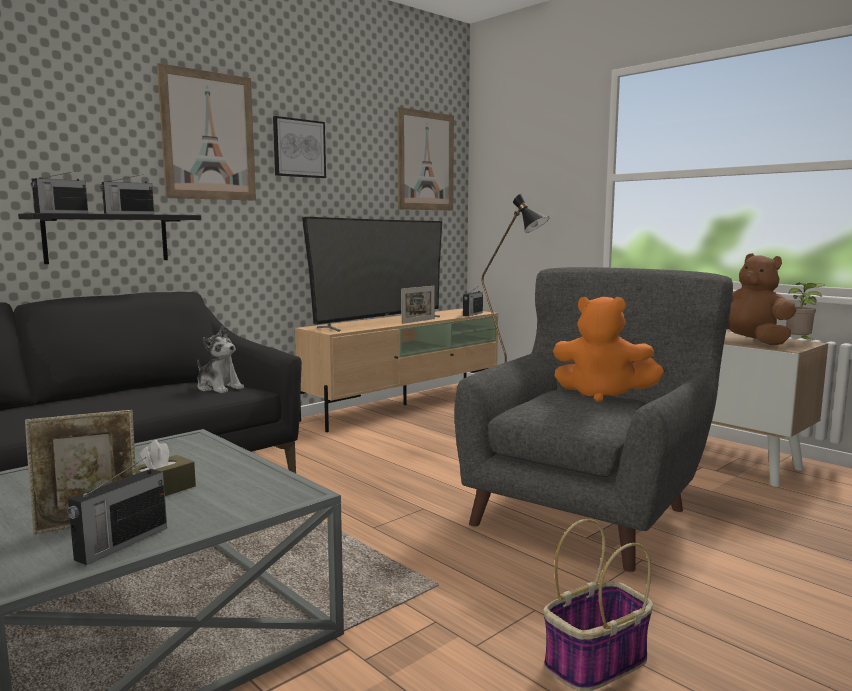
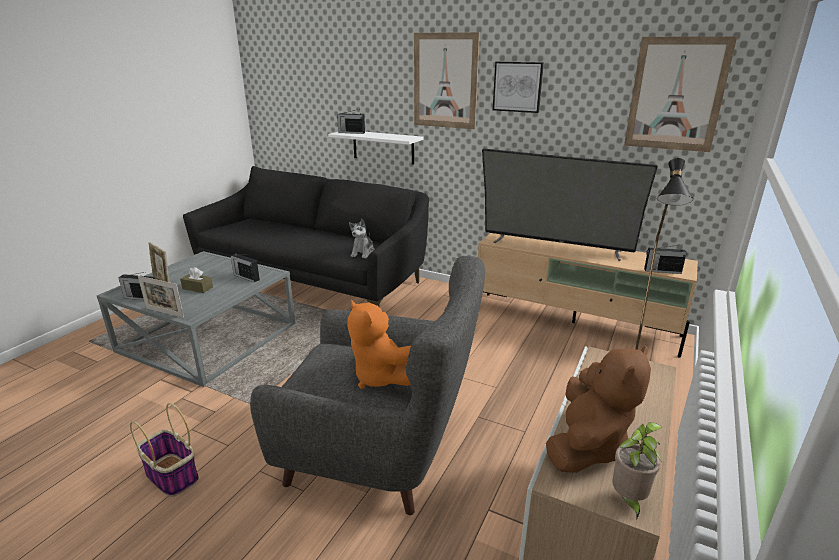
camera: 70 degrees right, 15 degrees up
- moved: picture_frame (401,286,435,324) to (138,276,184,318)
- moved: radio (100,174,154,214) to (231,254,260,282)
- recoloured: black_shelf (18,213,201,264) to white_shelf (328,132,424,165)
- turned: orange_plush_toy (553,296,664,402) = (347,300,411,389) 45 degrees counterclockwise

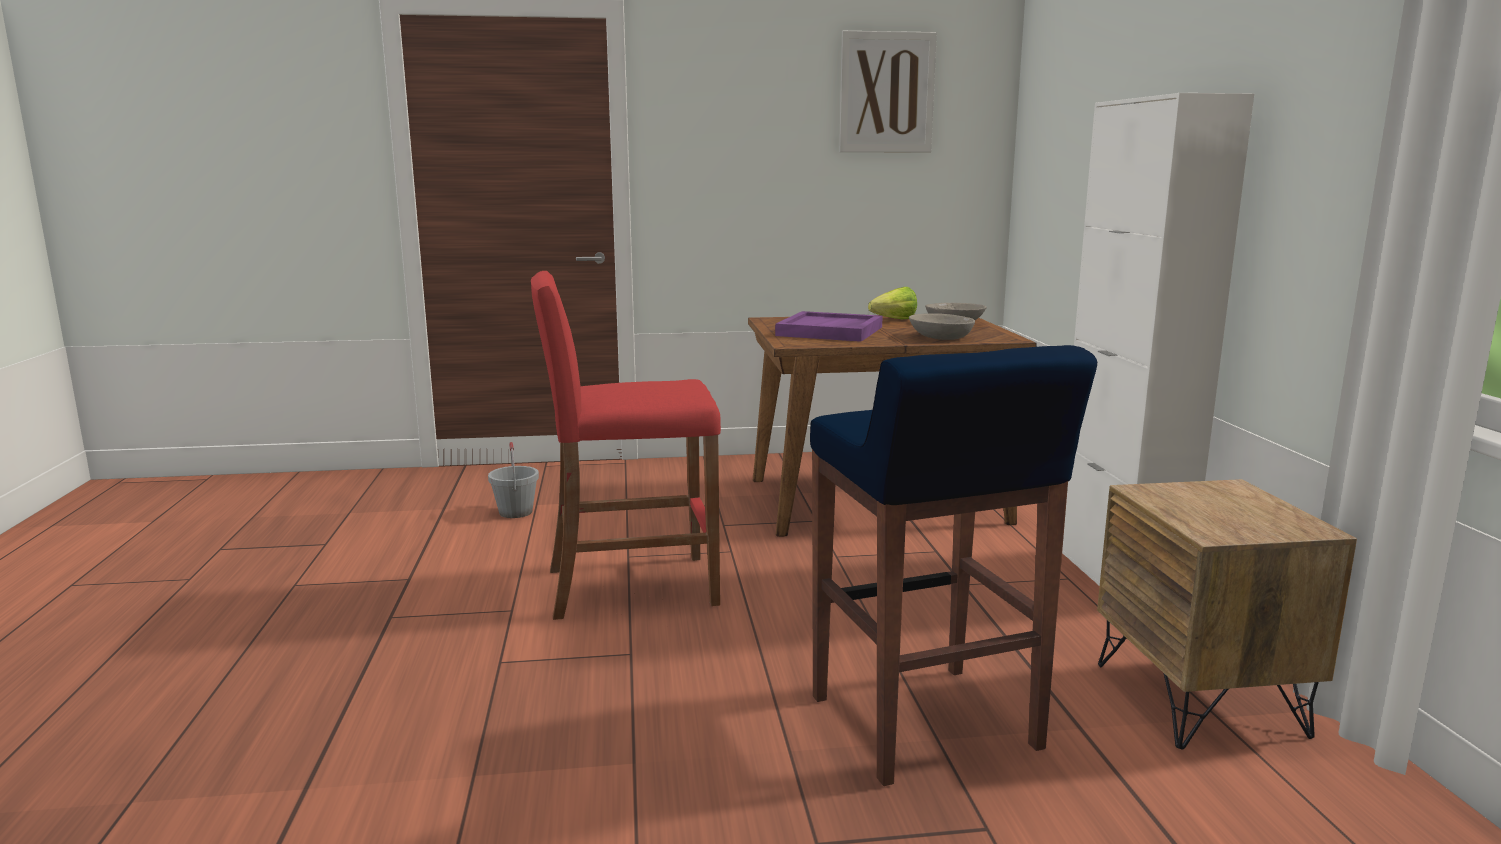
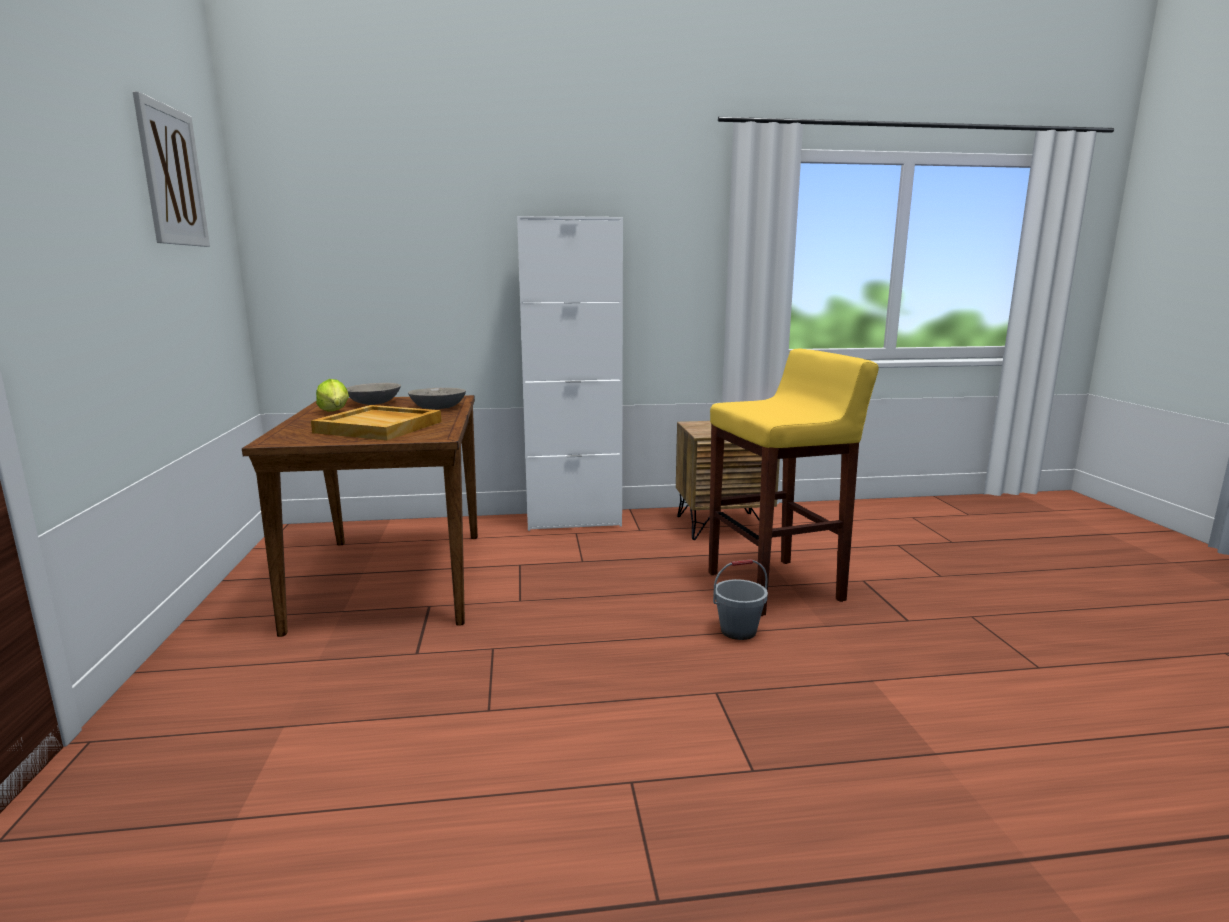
camera: 90 degrees left, 0 degrees up
- recoloured: purple_tray (775,311,883,342) to beige_tray (311,405,442,440)
- recoloured: blue_stool (810,345,1097,786) to yellow_stool (709,349,879,616)
- moved: grey_bucket (488,442,539,518) to (713,559,768,640)
- removed: red_stool (531,271,721,620)

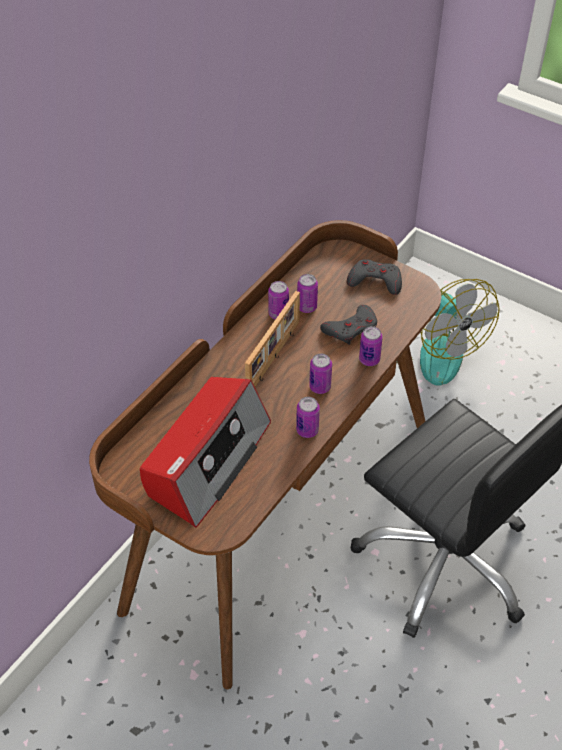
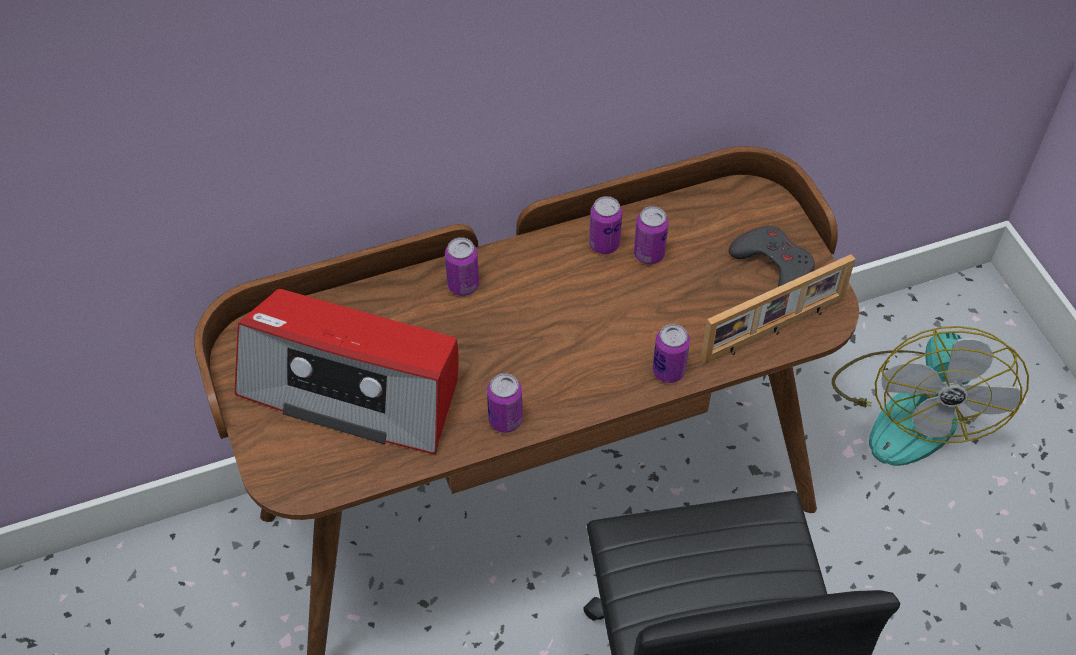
camera: 35 degrees right, 5 degrees up
- turned: radio (140,377,271,528) = (235,289,458,454) 45 degrees clockwise
- moved: can (309,354,332,394) to (445,237,479,296)
- moved: picture_frame (245,291,300,387) to (700,254,855,365)
- removed: grey_game_controller (320,305,377,345)

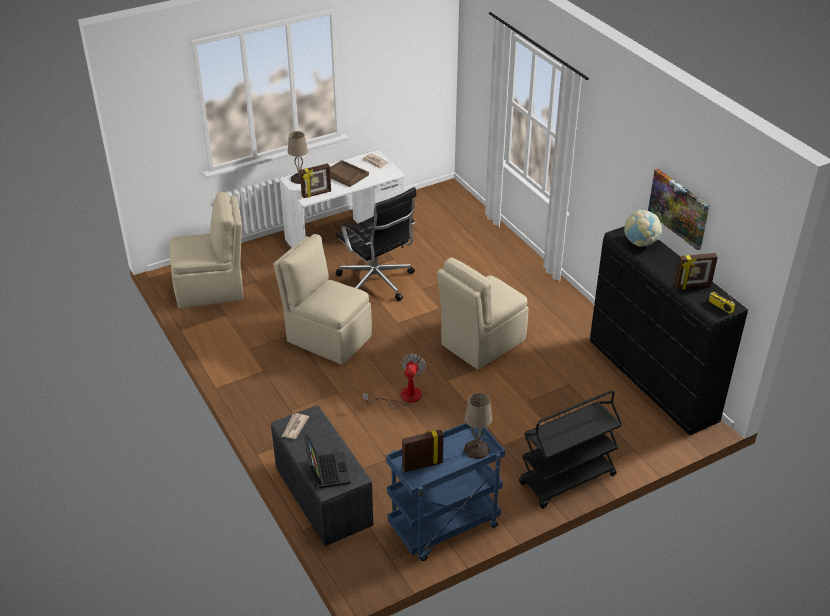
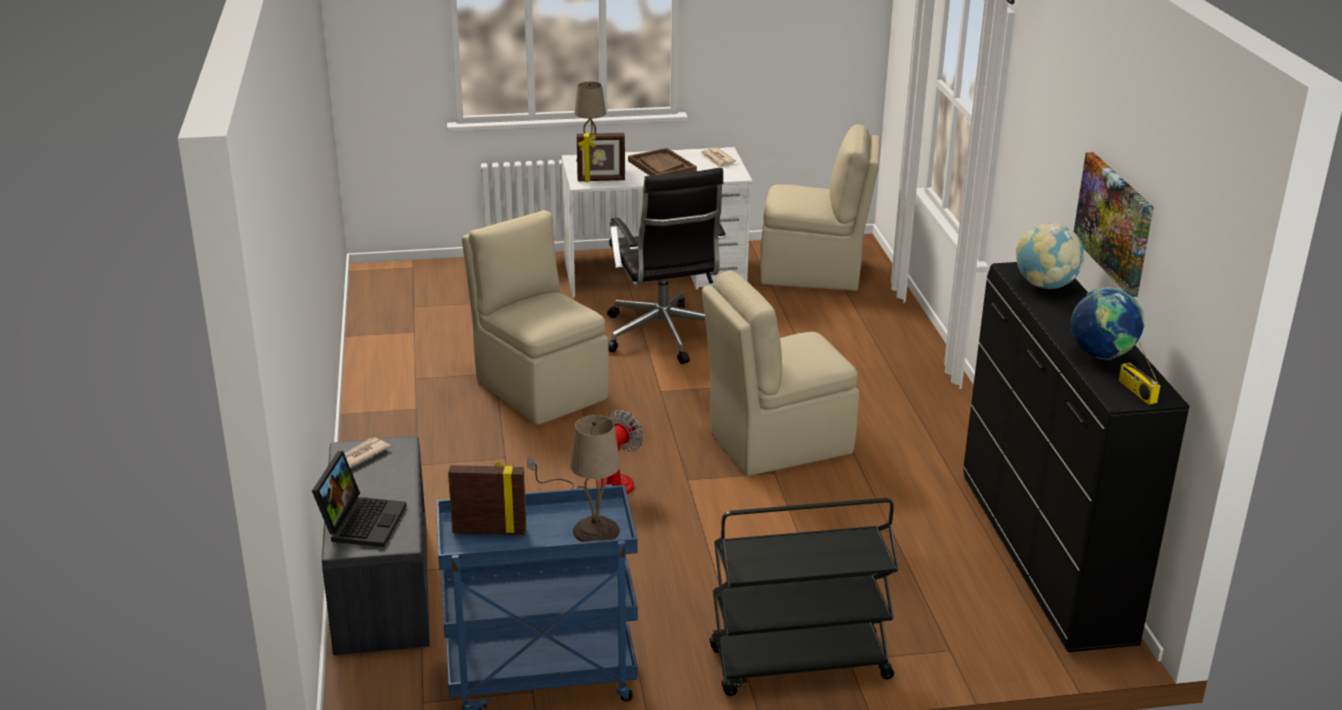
camera: 20 degrees right, 10 degrees down
- moved: beige_chair (169,192,244,308) to (760,124,880,291)
- replaced: picture_frame (674,253,718,289) to globe (1071,287,1145,360)

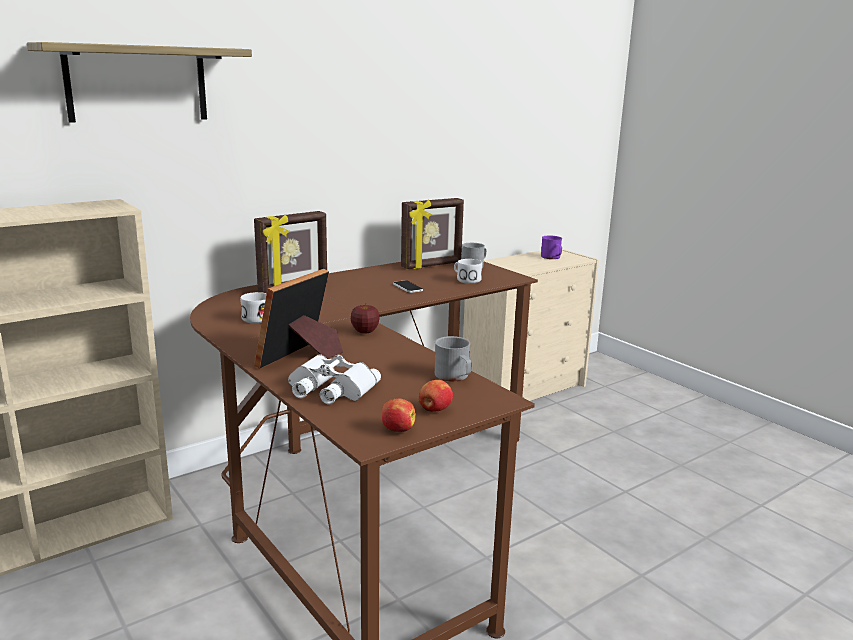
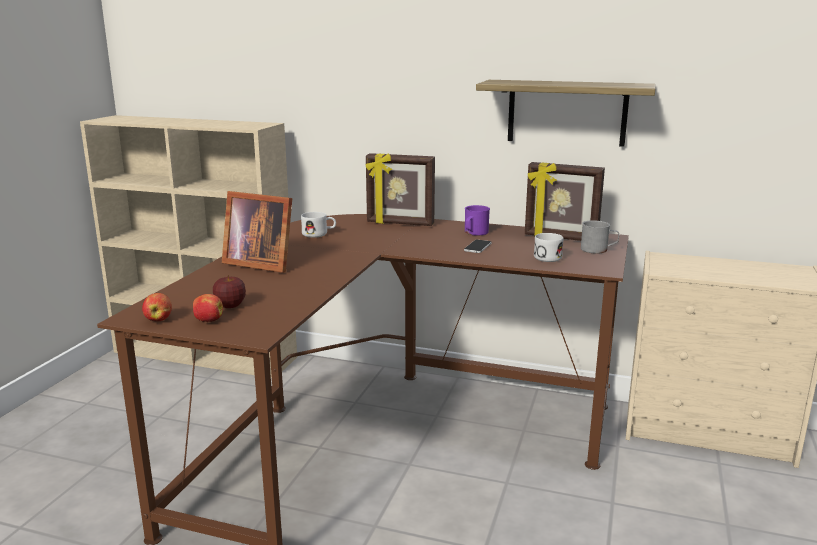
camera: 55 degrees right, 0 degrees up
- moved: apple (351,303,380,334) to (213,275,246,308)
- turned: picture_frame (254,269,343,369) = (222,191,292,273) 150 degrees counterclockwise
- moved: purple_mug (541,236,562,259) to (465,205,490,235)
- moved: shelf (27,42,252,123) to (476,80,656,147)
- removed: white_binoculars (288,354,381,405)
- removed: grey_mug (435,336,471,381)

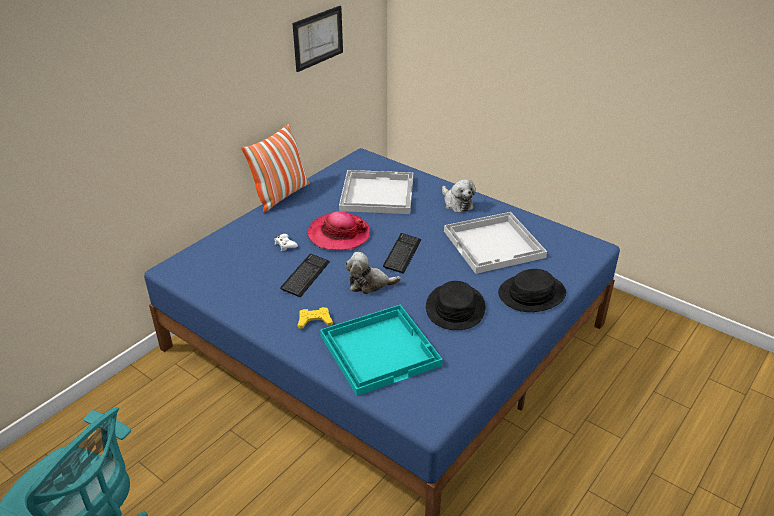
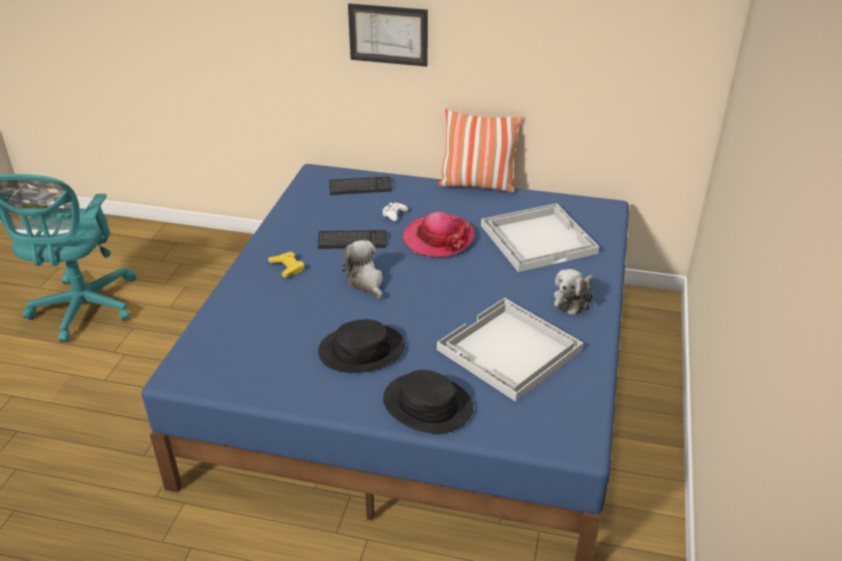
camera: 65 degrees right, 0 degrees up
- moved: keyboard (383,233,421,274) to (329,176,392,195)
- moved: picture (292,6,343,72) to (348,3,428,67)
- removed: turquoise_tray (320,304,443,396)

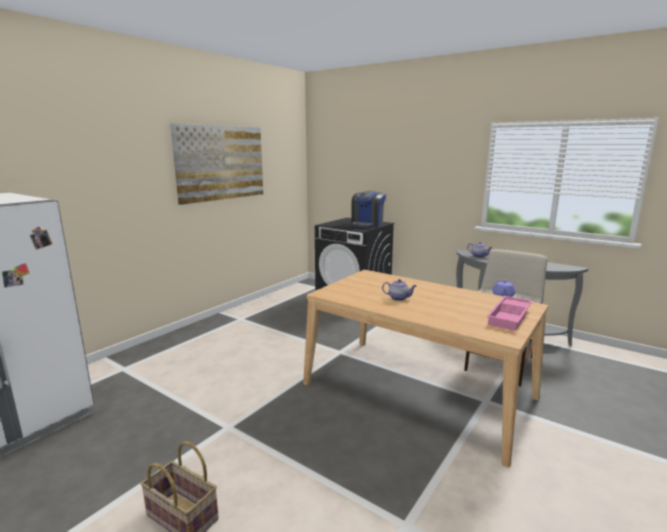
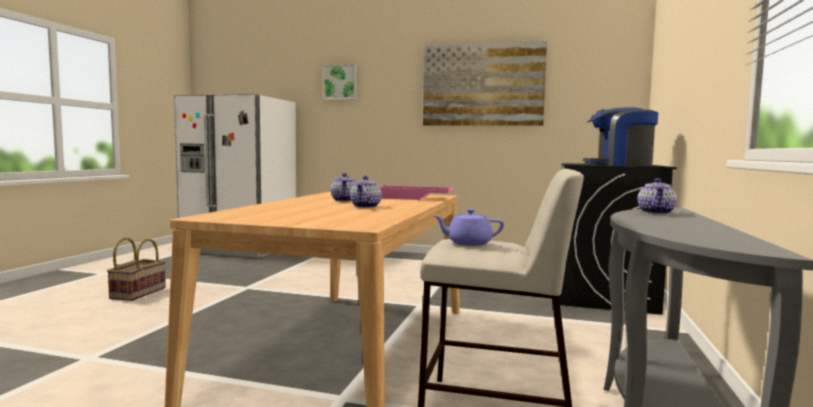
camera: 70 degrees right, 10 degrees down
- added: picture (323,64,357,100)
- added: teapot (350,176,382,208)
- moved: pink_tray (487,296,533,331) to (379,185,455,200)

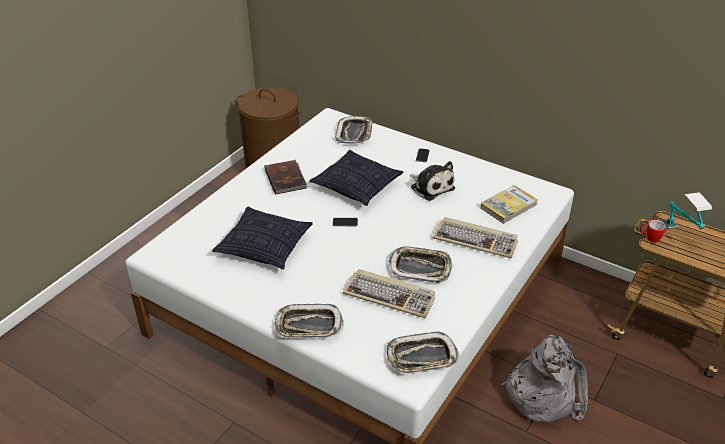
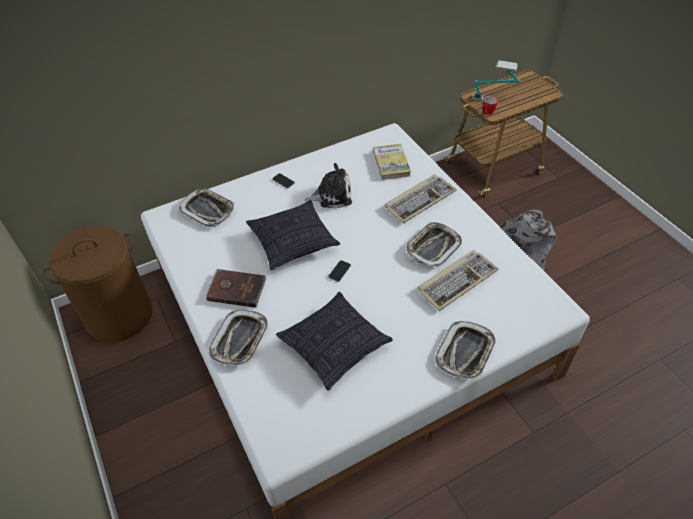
camera: 60 degrees left, 10 degrees up
- moved: tray (387,332,460,374) to (209,310,268,366)

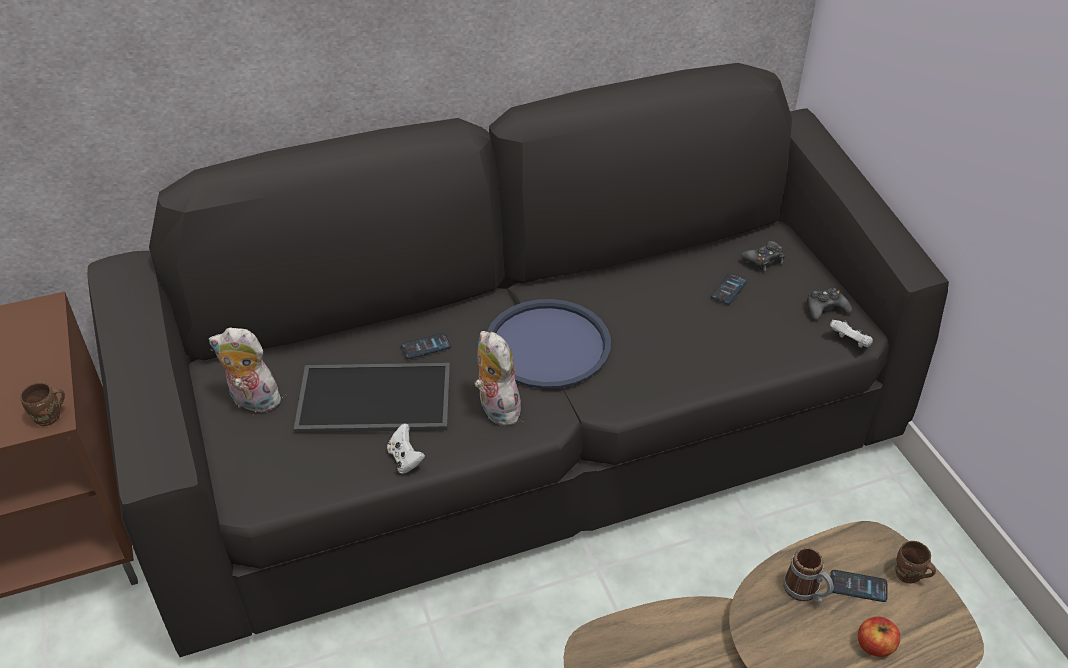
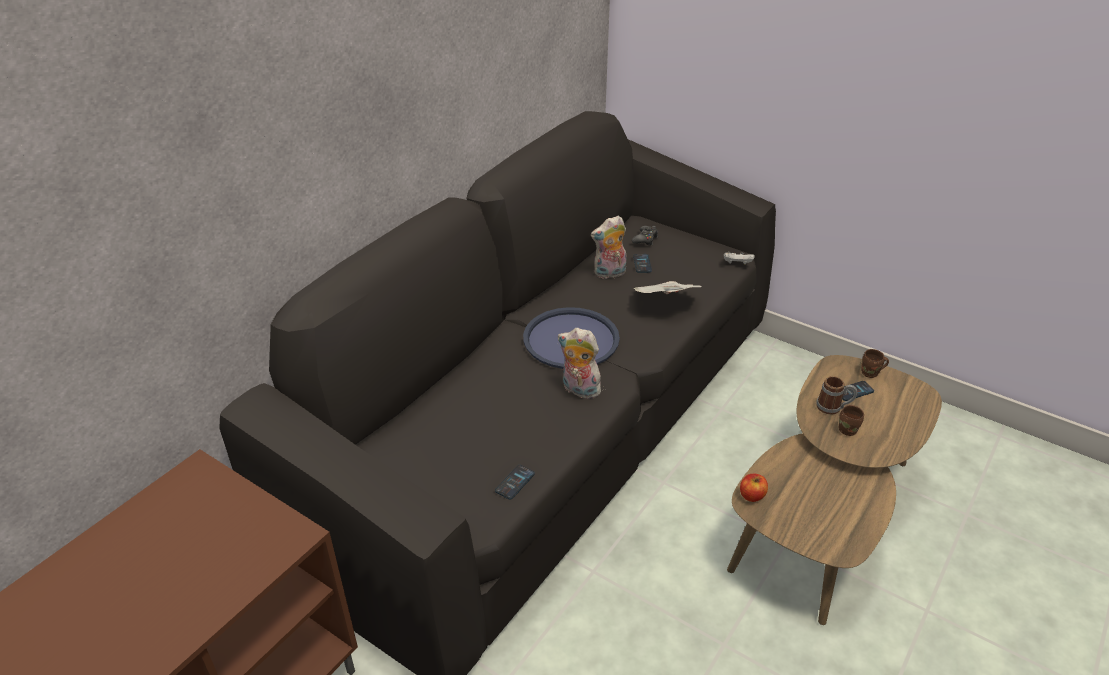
camera: 35 degrees left, 5 degrees down
- moved: phone (401,333,451,359) to (495,465,535,499)
- moved: plush_toy (209,328,284,412) to (591,216,627,279)
- added: newspaper (634,281,702,294)
- moved: apple (858,616,900,657) to (740,474,768,502)
- moved: brown_mug (20,383,65,426) to (839,405,864,436)
- removed: tray (294,363,450,433)
- removed: white_game_controller (387,424,425,474)
- removed: black_game_controller (807,288,852,320)

